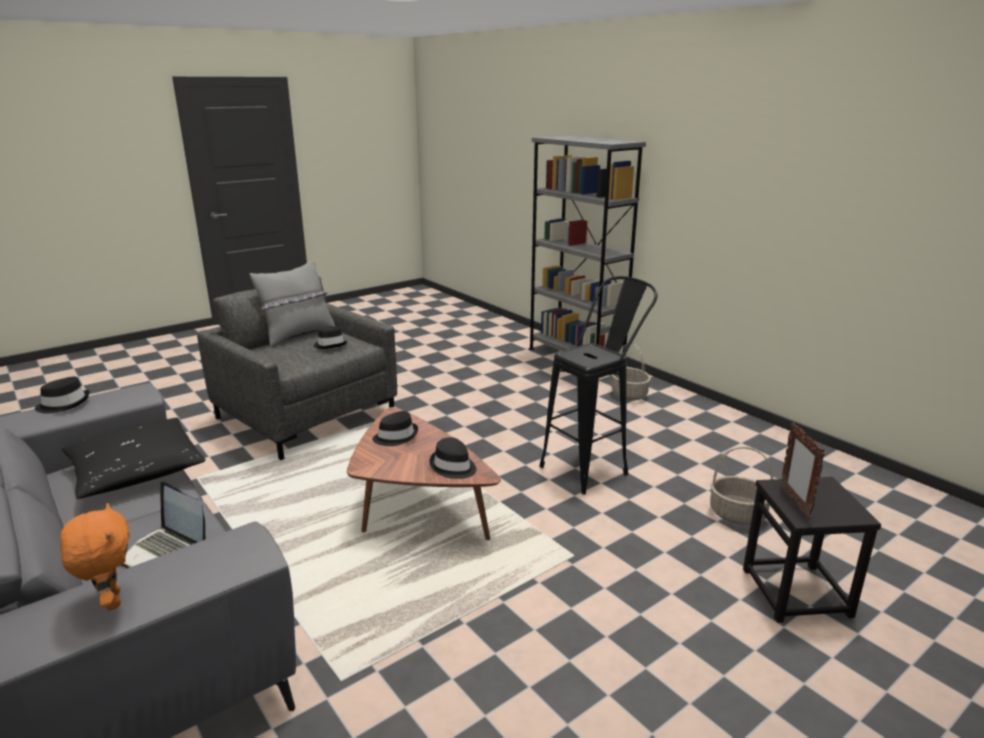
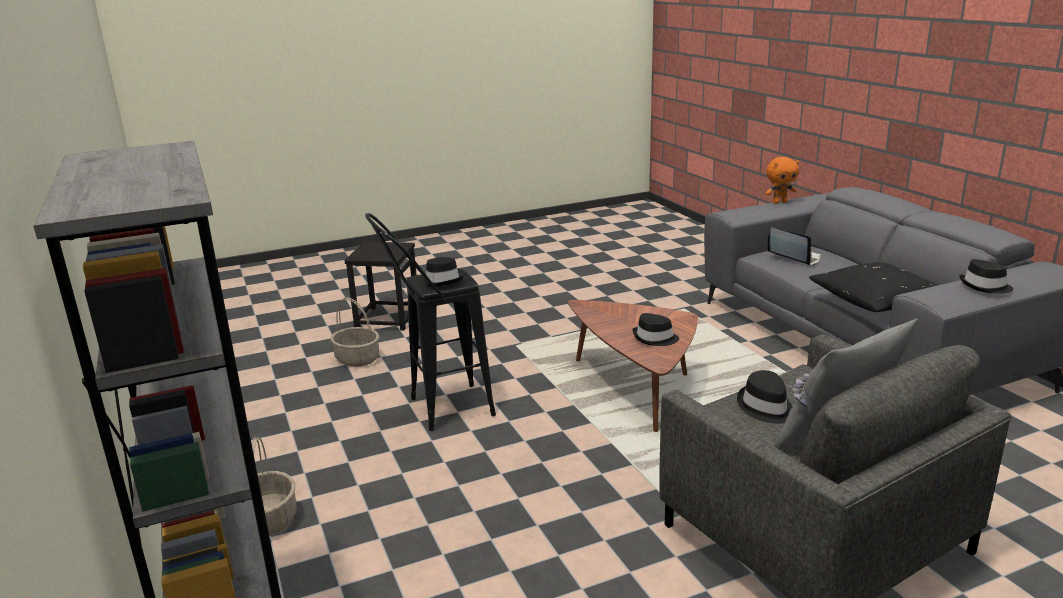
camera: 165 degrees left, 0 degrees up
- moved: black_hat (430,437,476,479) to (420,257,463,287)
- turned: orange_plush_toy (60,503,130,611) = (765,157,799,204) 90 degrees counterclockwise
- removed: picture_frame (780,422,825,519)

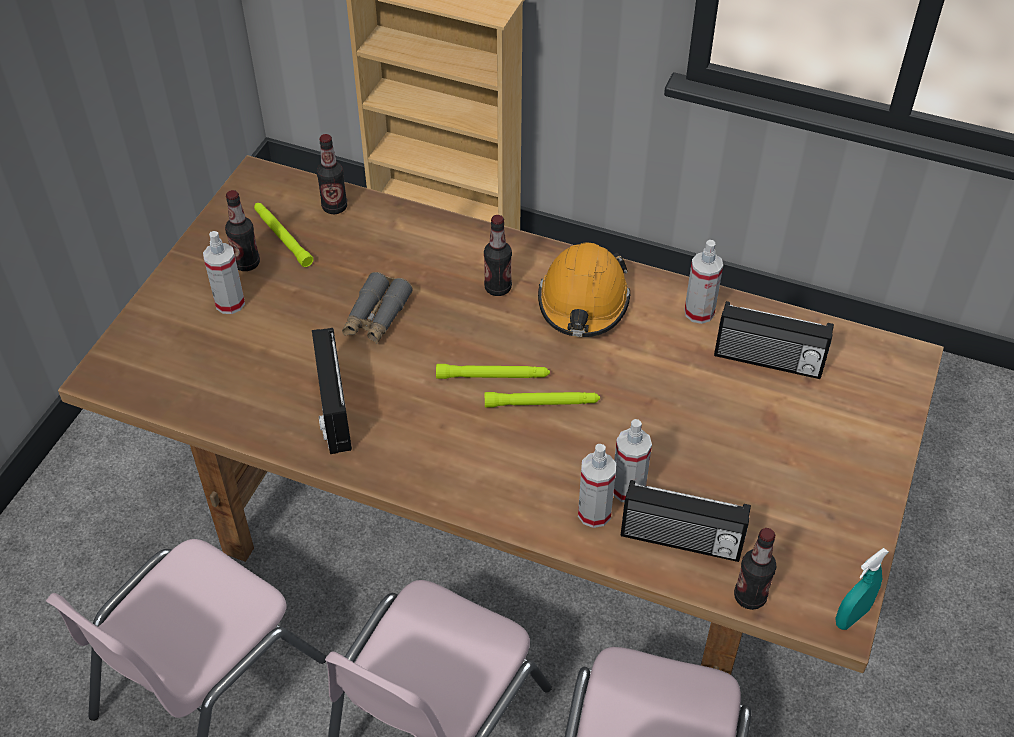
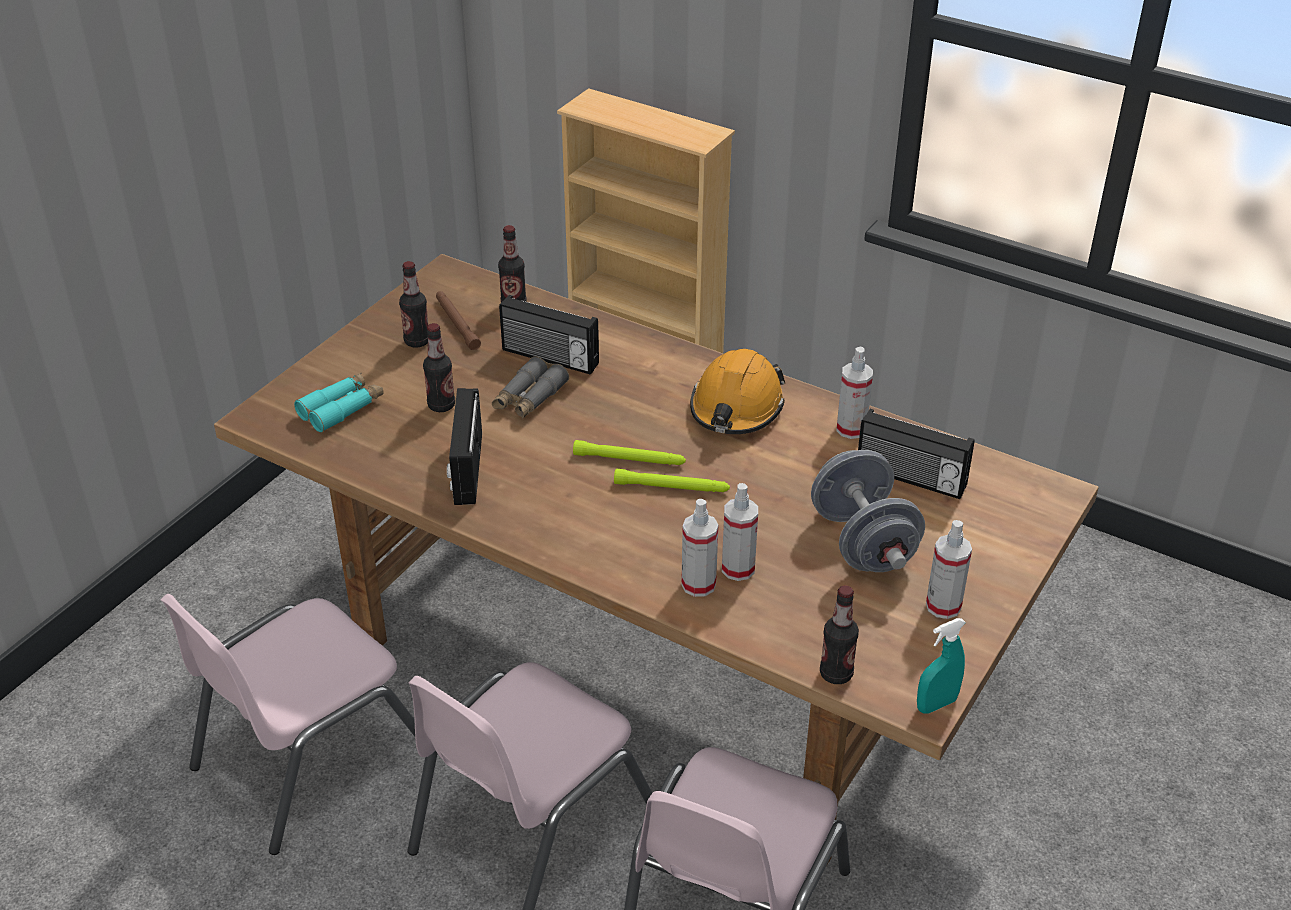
camera: 10 degrees right, 10 degrees down
- added: turquoise_binoculars (294,373,384,432)
- moved: bottle (484,215,512,296) to (423,323,455,412)
- recoloured: green_flashlight (254,203,313,267) to brown_flashlight (436,291,481,350)
- moved: radio (621,480,751,562) to (499,295,599,375)
- added: grey_dumbbell (811,450,925,572)
- moved: spray_bottle (203,231,245,314) to (926,520,972,619)

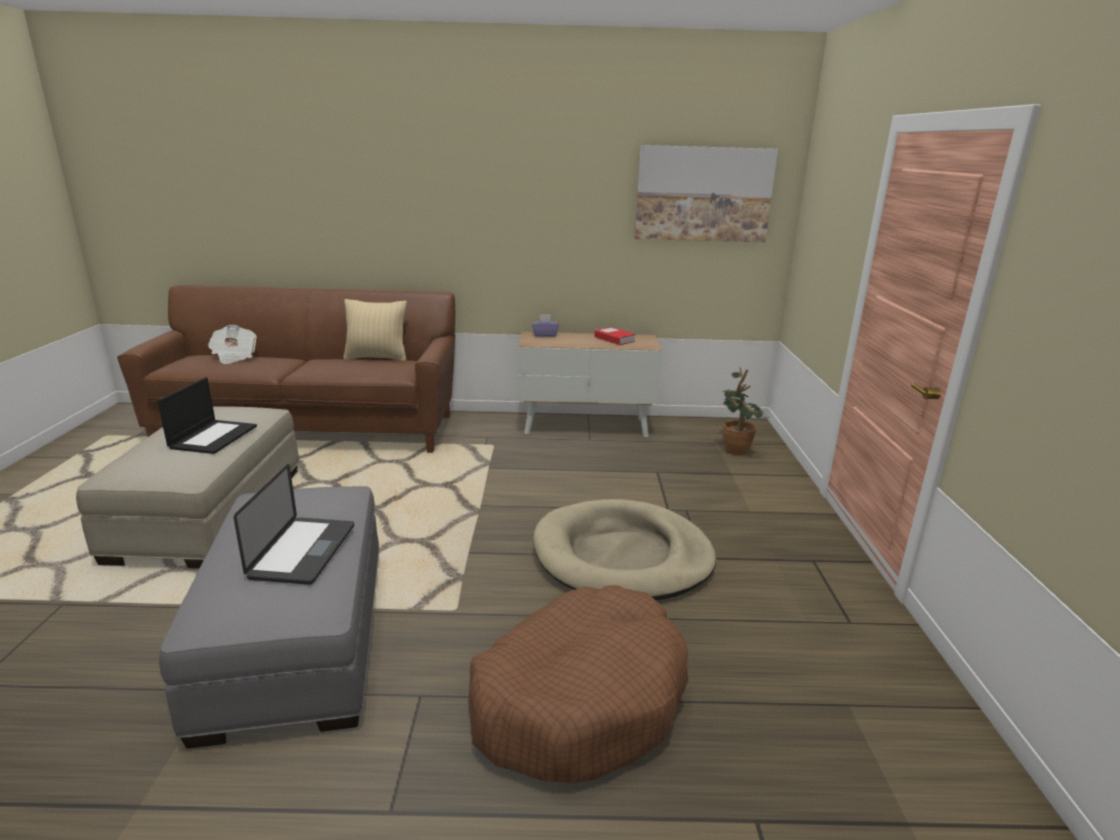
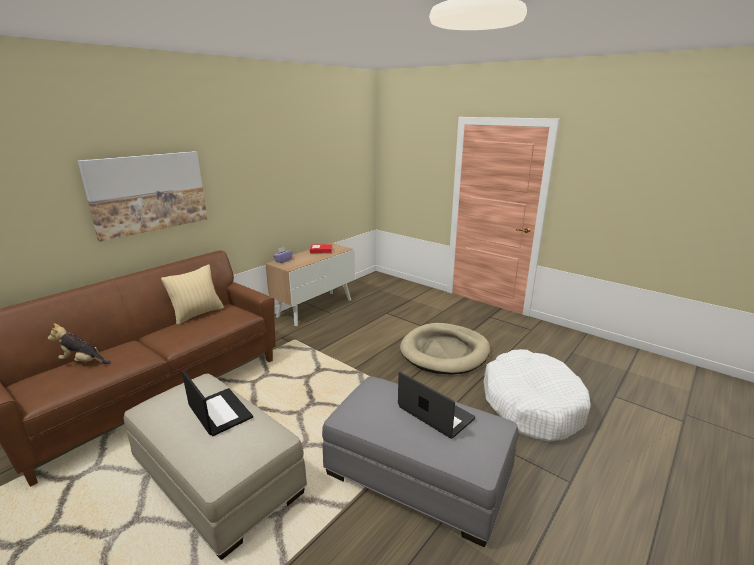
camera: 50 degrees left, 0 degrees up
- replaced: newspaper (208,325,257,364) to plush_toy (48,323,111,364)
- moved: picture (635,145,778,242) to (78,151,207,241)
- recoloured: brown_dog_bed (468,585,688,783) to white_dog_bed (484,349,591,442)
- removed: potted_plant (723,367,770,456)

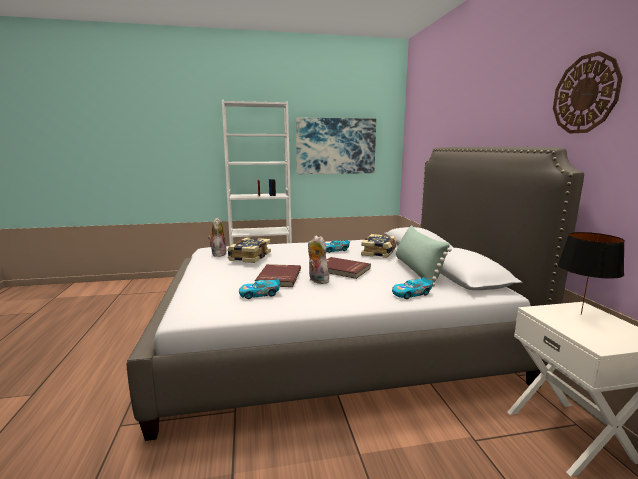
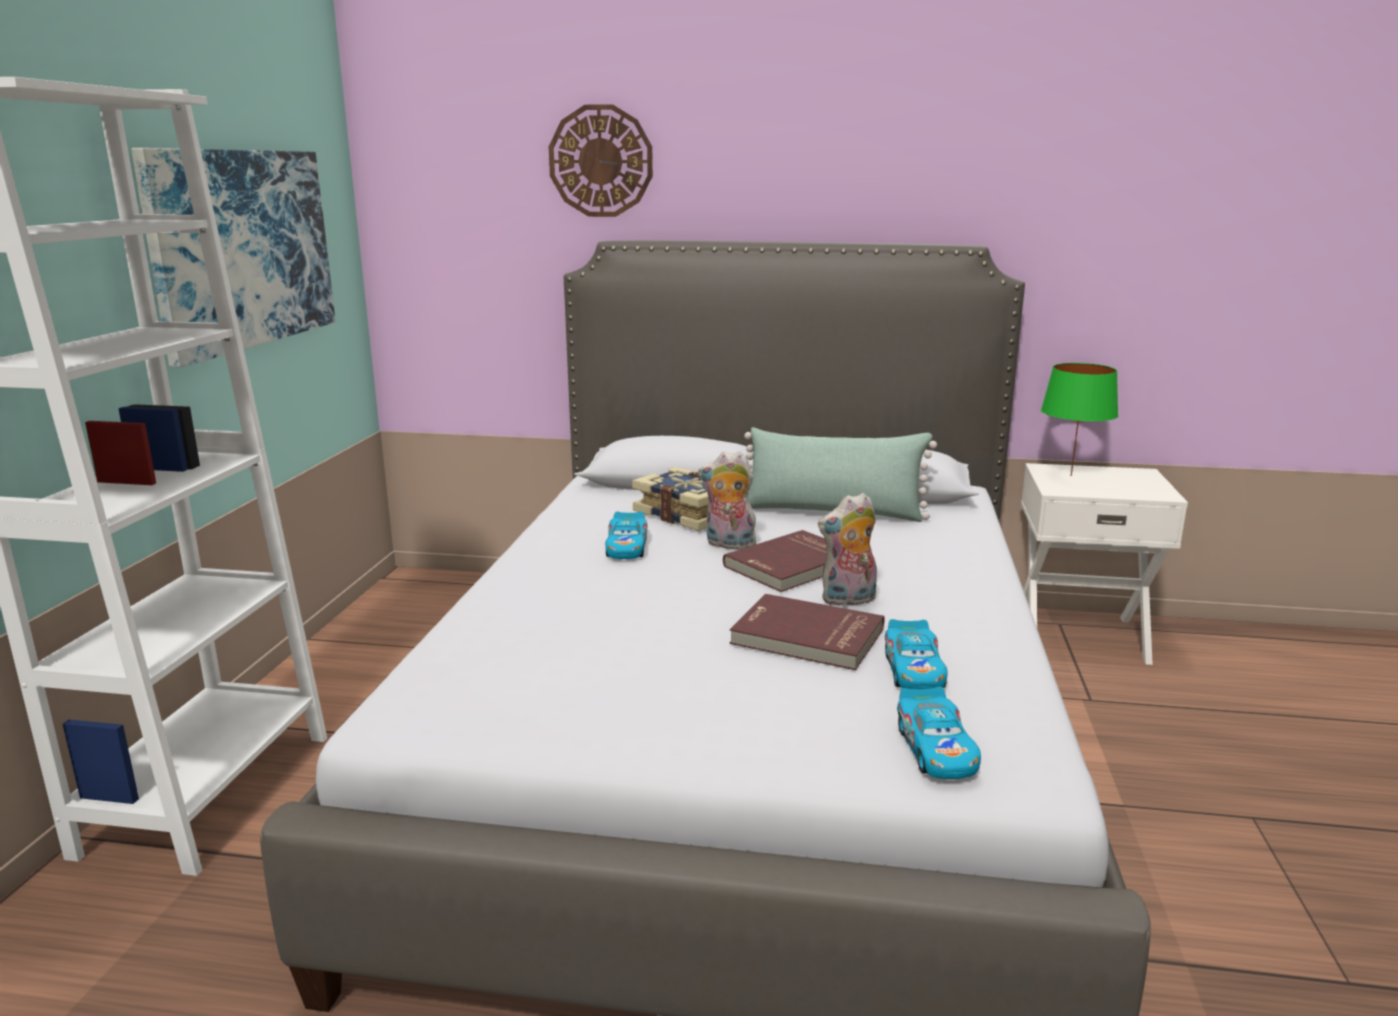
camera: 70 degrees left, 5 degrees up
- moved: wall_clock (553,51,623,133) to (549,104,653,217)
- moved: plush_toy (208,217,227,257) to (699,451,758,550)
- moved: toy_car (392,277,433,299) to (897,687,981,779)
- recoloured: black_table_lamp (558,232,625,315) to green_table_lamp (1041,363,1119,476)
- removed: book (227,237,271,263)

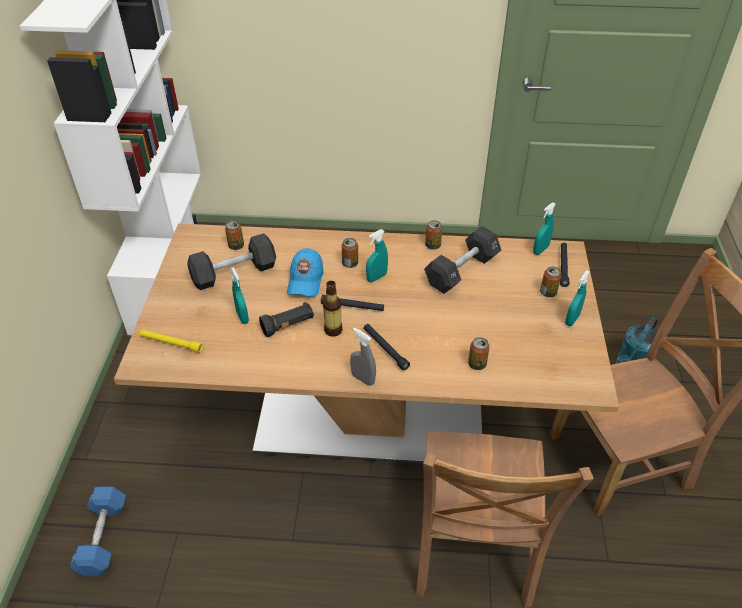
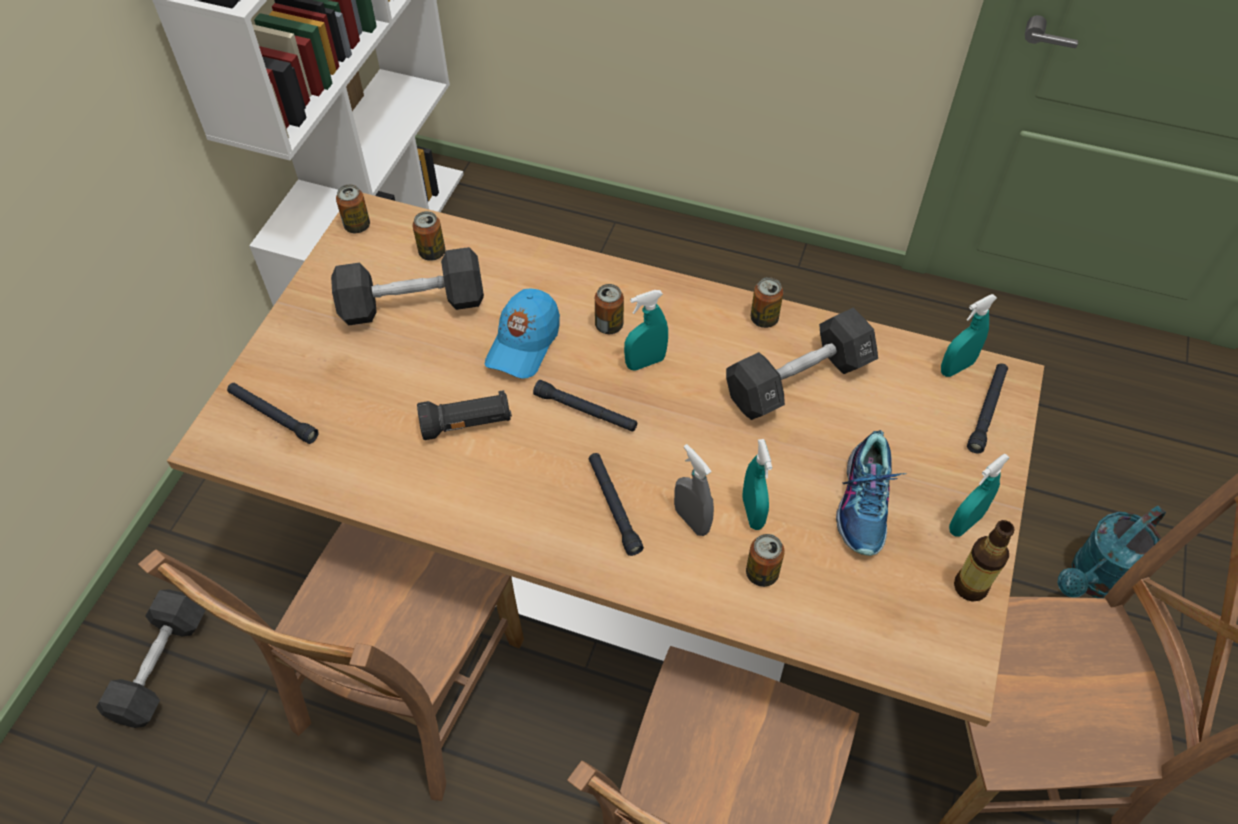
camera: 15 degrees right, 10 degrees up
- recoloured: blue_dumbbell (70,486,126,576) to black_dumbbell (96,589,206,728)
- added: brown_chair (138,523,524,801)
- recoloured: yellow_flashlight (140,330,203,353) to black_flashlight (227,383,319,444)
- moved: can (540,266,562,297) to (336,184,370,233)
- moved: grey_spray_bottle (350,328,376,386) to (674,444,714,536)
- moved: turquoise_spray_bottle (231,267,249,324) to (742,439,772,530)
- added: shoe (836,430,906,556)
- moved: bottle (323,281,342,336) to (954,520,1015,602)

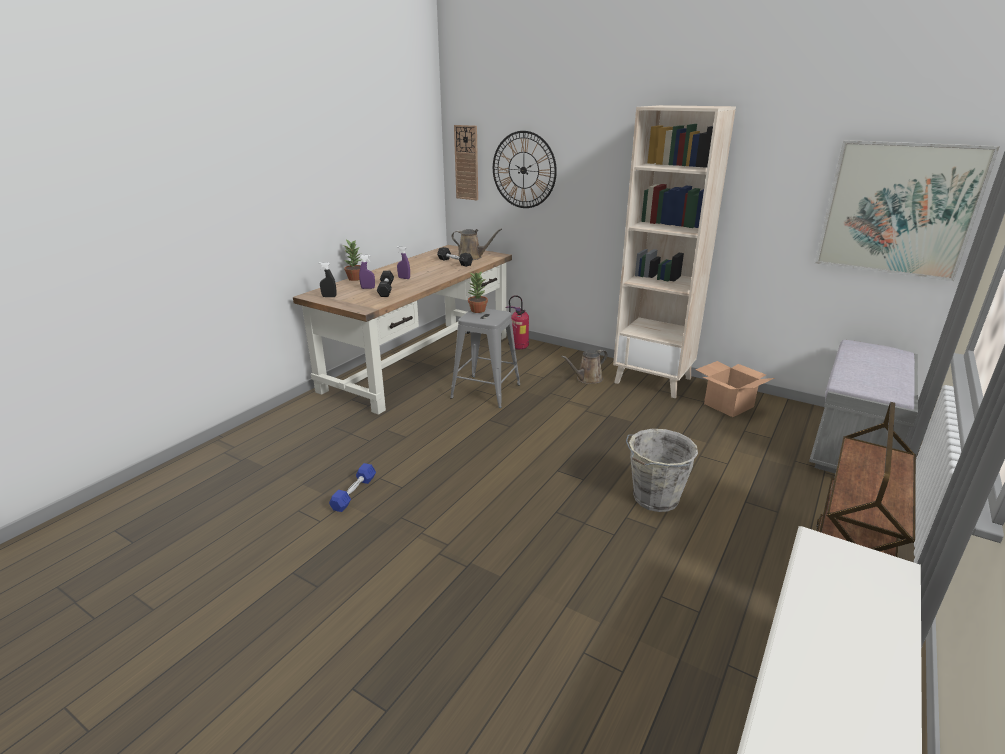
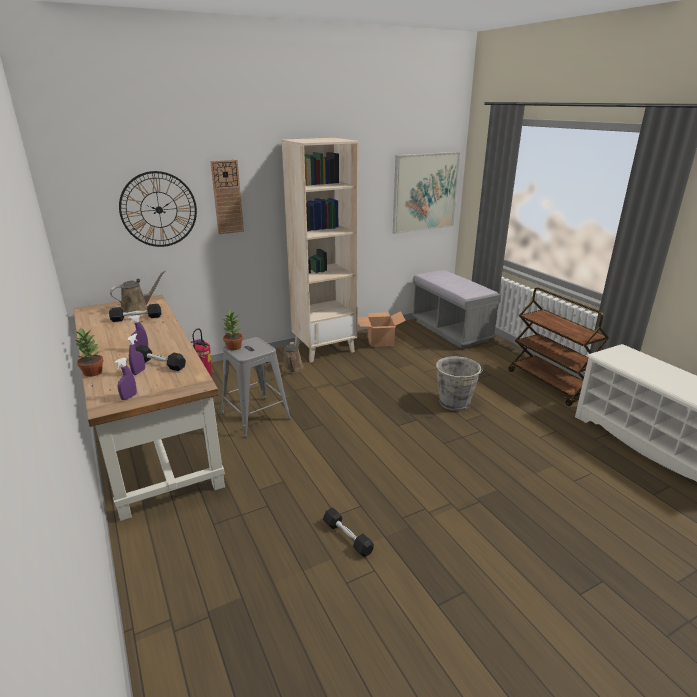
camera: 60 degrees left, 0 degrees up
- recoloured: black_spray_bottle (319,262,336,297) to purple_spray_bottle (114,357,137,400)
- moved: wall_clock (454,125,478,200) to (210,160,244,234)
- recoloured: blue_dumbbell (329,463,376,512) to black_dumbbell (323,507,374,557)

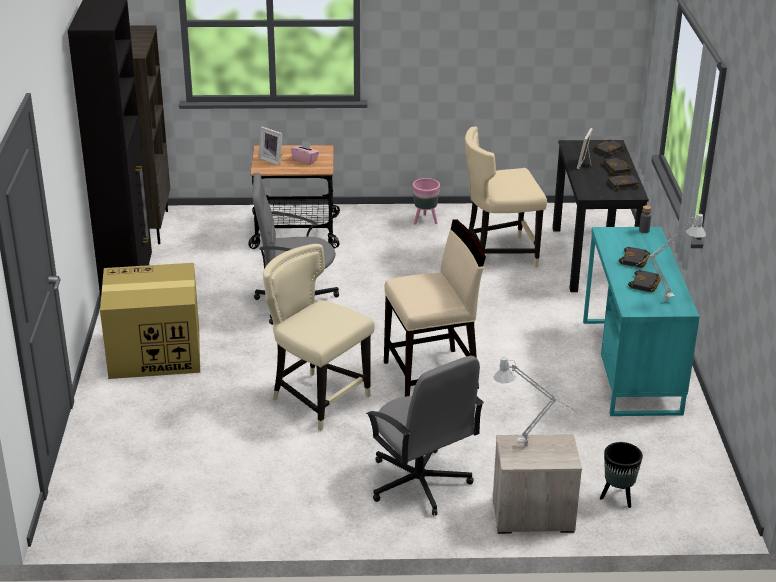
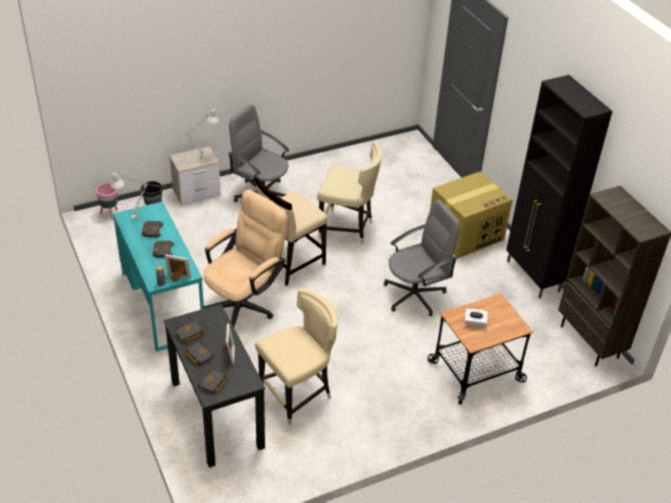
camera: 155 degrees right, 10 degrees up
- moved: pink_planter (413,178,440,224) to (96,183,118,220)
- moved: picture_frame (259,126,282,165) to (164,254,191,282)
- added: beige_office_chair (203,189,288,327)
- recoloured: pink_tissue_box (291,140,319,165) to white_tissue_box (465,308,488,328)

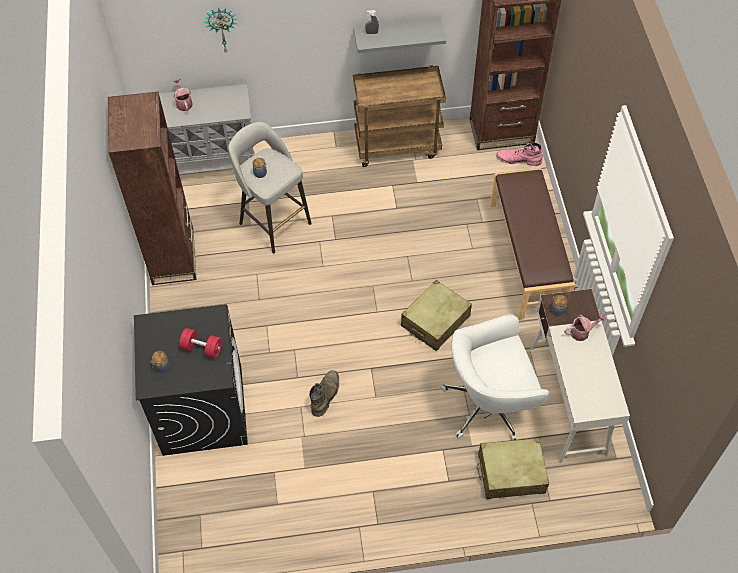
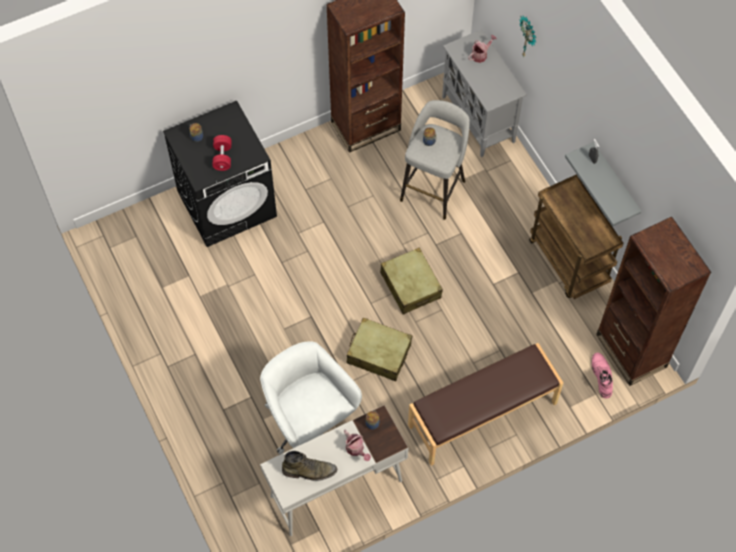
camera: 70 degrees right, 5 degrees up
- moved: green_boot (309,370,339,417) to (282,451,337,481)
- moved: beige_suitcase (477,438,549,499) to (380,247,443,314)

